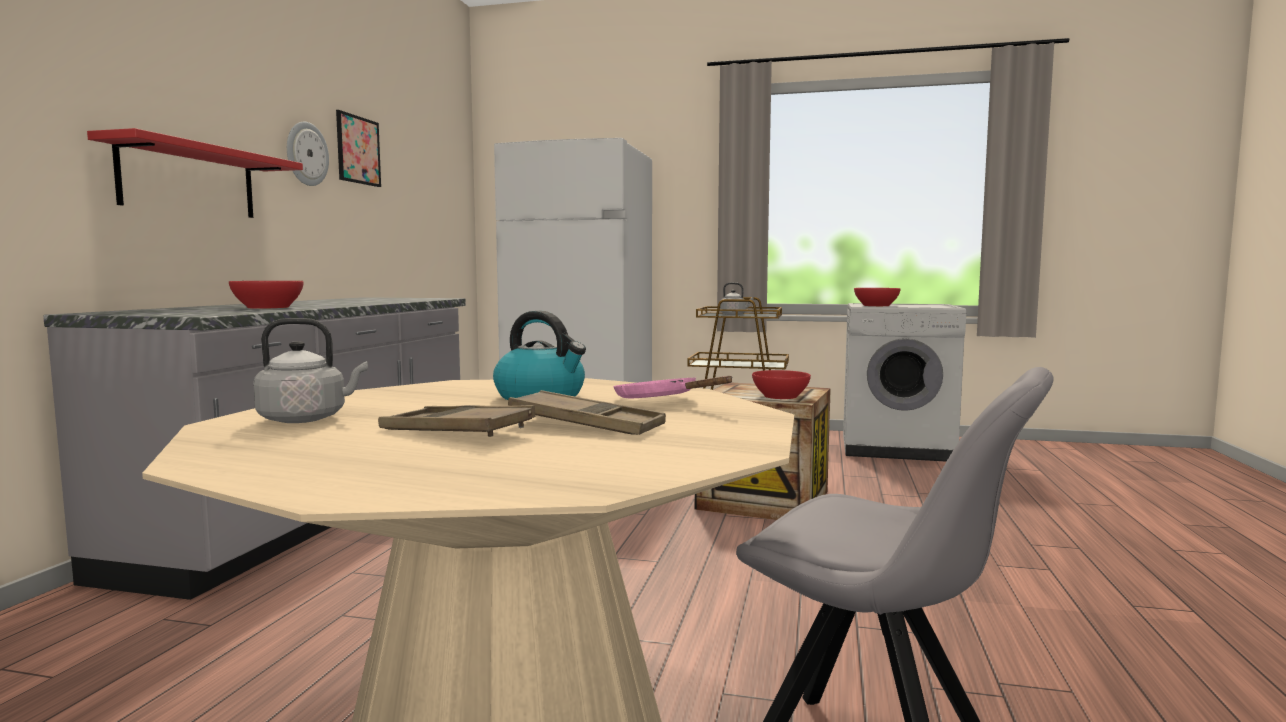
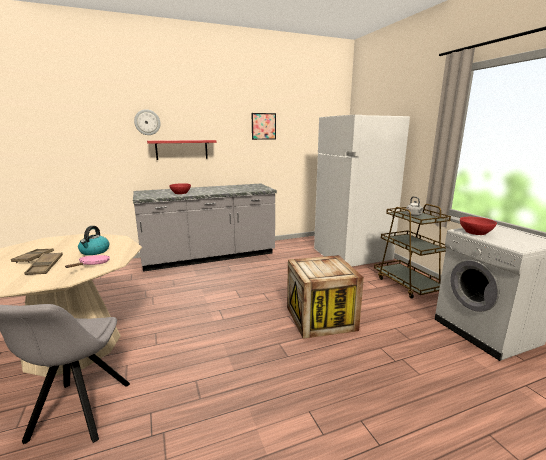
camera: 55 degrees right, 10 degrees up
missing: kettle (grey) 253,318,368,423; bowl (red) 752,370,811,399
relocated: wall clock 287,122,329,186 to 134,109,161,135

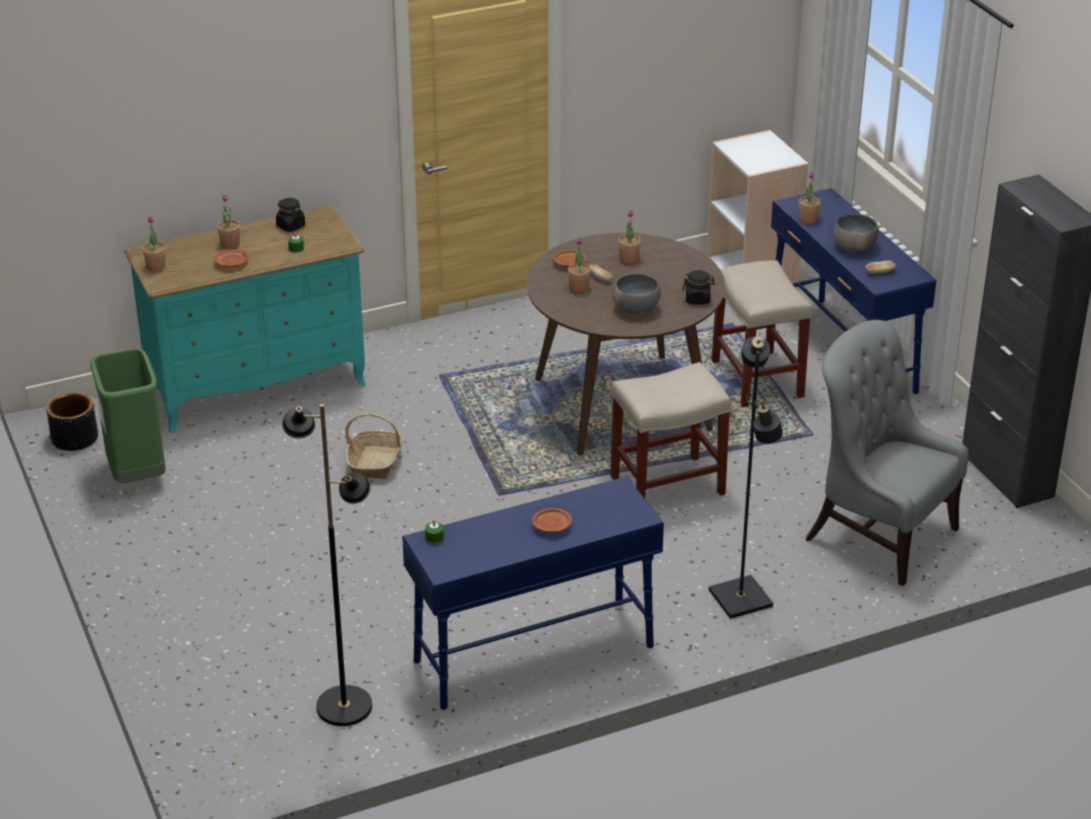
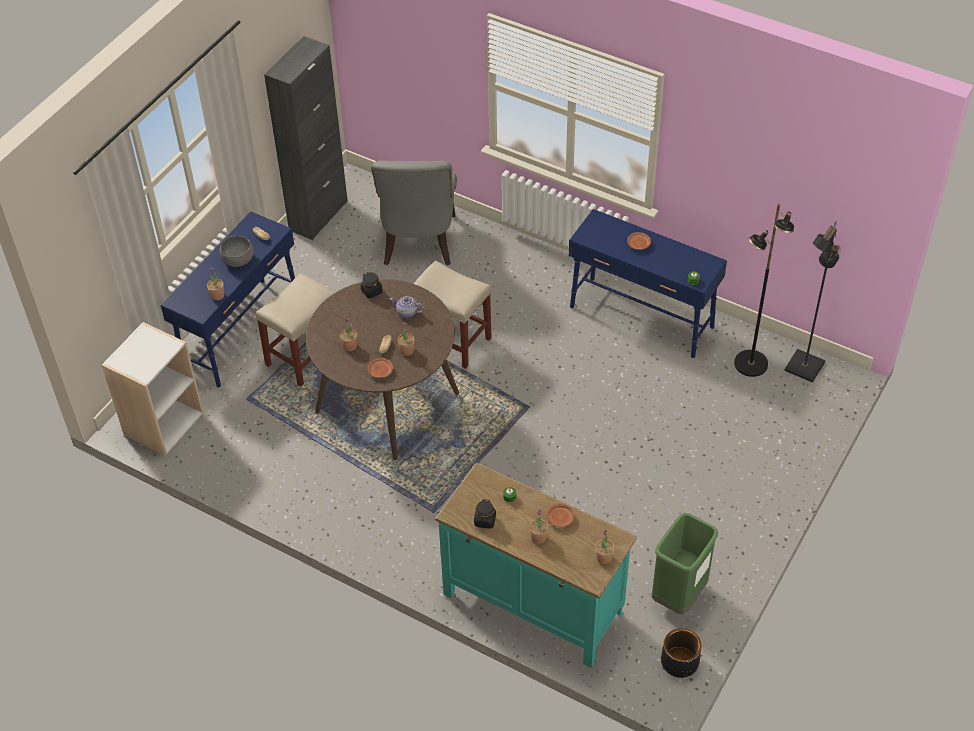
camera: 125 degrees left, 15 degrees up
missing: basket 345,413,403,479
relocated: floor lamp (black) 709,336,783,619 to 784,221,840,383
exchanged: bowl (grey) 612,273,661,315 to teapot 390,296,424,318

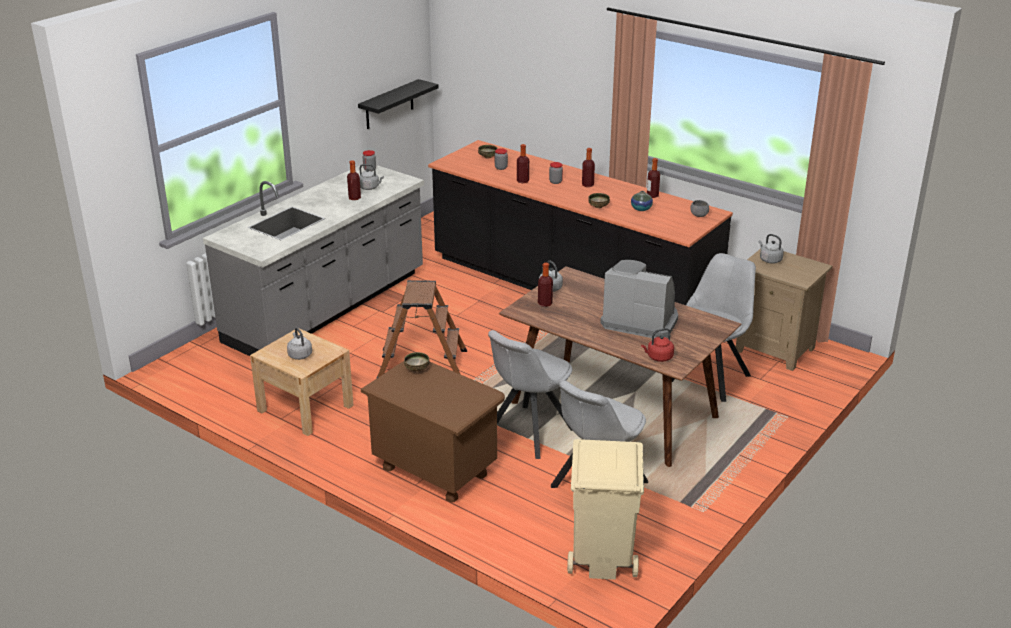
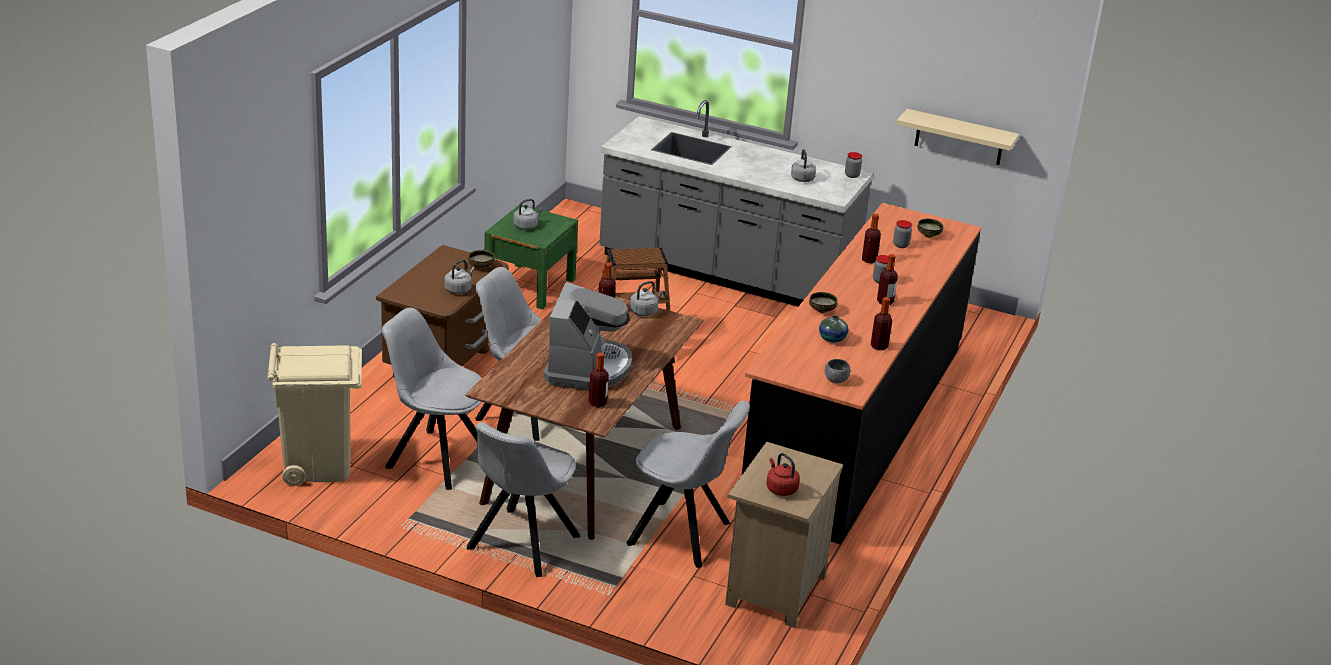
camera: 75 degrees right, 0 degrees up
appeared: chair (grey) 466,422,580,577
relocated: bottle 347,160,361,200 to 589,352,609,407; kettle (red) 641,328,674,362 to 766,453,800,496; kettle (grey) 759,234,784,264 to 444,259,475,294
colour: nightstand (beige) 250,328,354,436 to nightstand (green) 484,204,578,309; shelf (black) 358,79,438,129 to shelf (beige) 896,109,1019,165

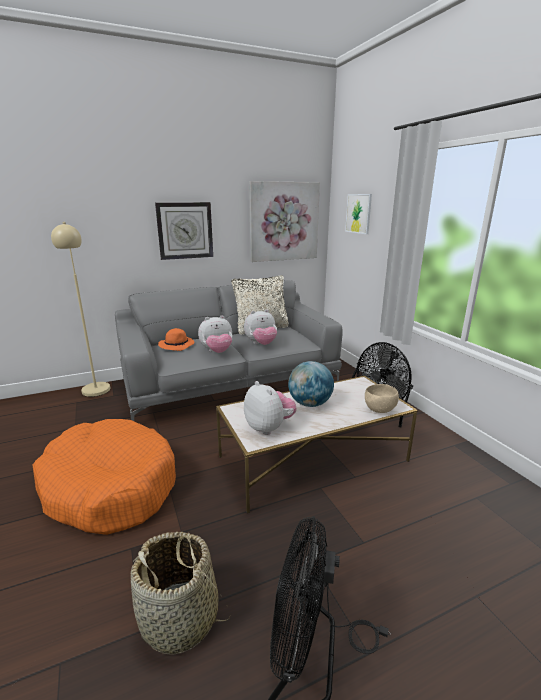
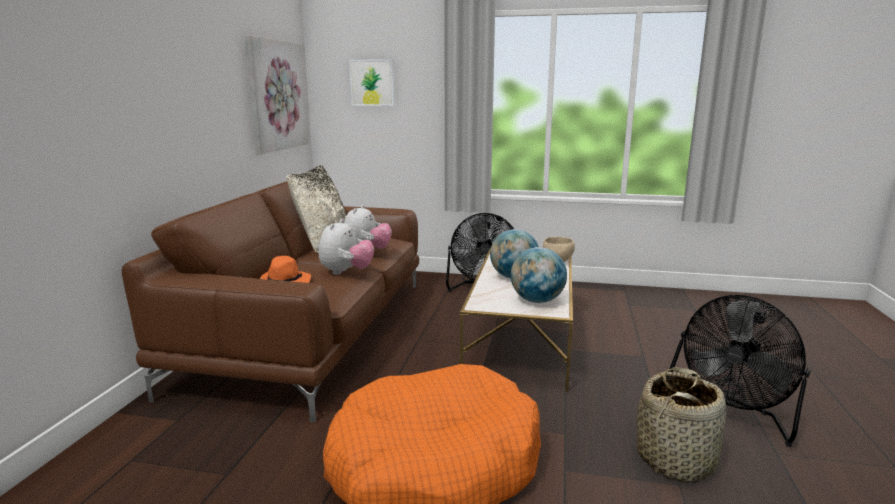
camera: 55 degrees left, 5 degrees down
missing: floor lamp (beige) 51,221,110,397; wall clock 155,202,213,260
exchanged: plush toy 244,381,296,435 to globe 511,247,567,303
colour: sofa (grey) 115,280,343,421 to sofa (brown) 122,181,419,422

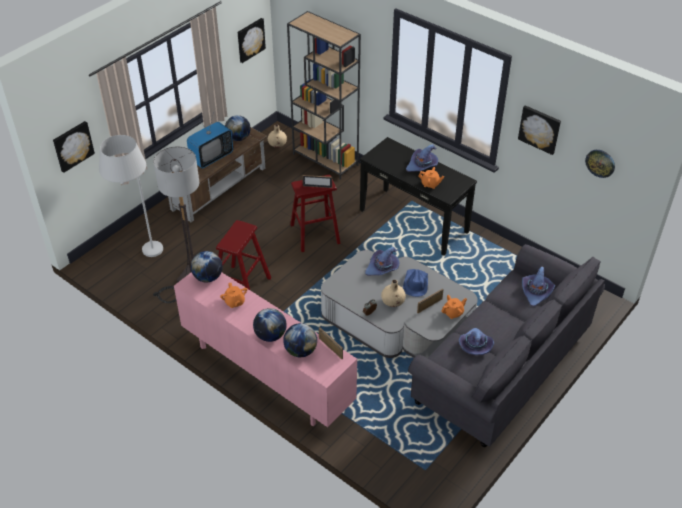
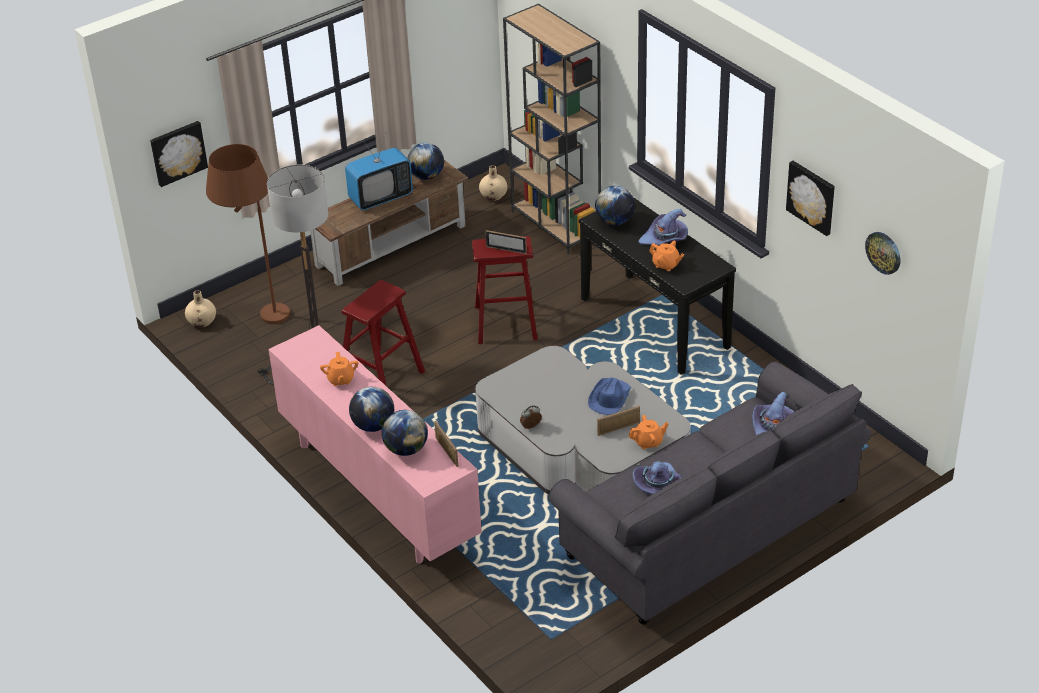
camera: 15 degrees right, 5 degrees down
missing: picture 238,18,266,63; hat (purple) 365,247,399,275
relocated: globe 191,251,223,282 to 595,186,635,225; vase (beige) 381,280,406,307 to 185,290,216,327
colour: floor lamp (white) 99,135,163,257 to floor lamp (brown) 206,144,290,324

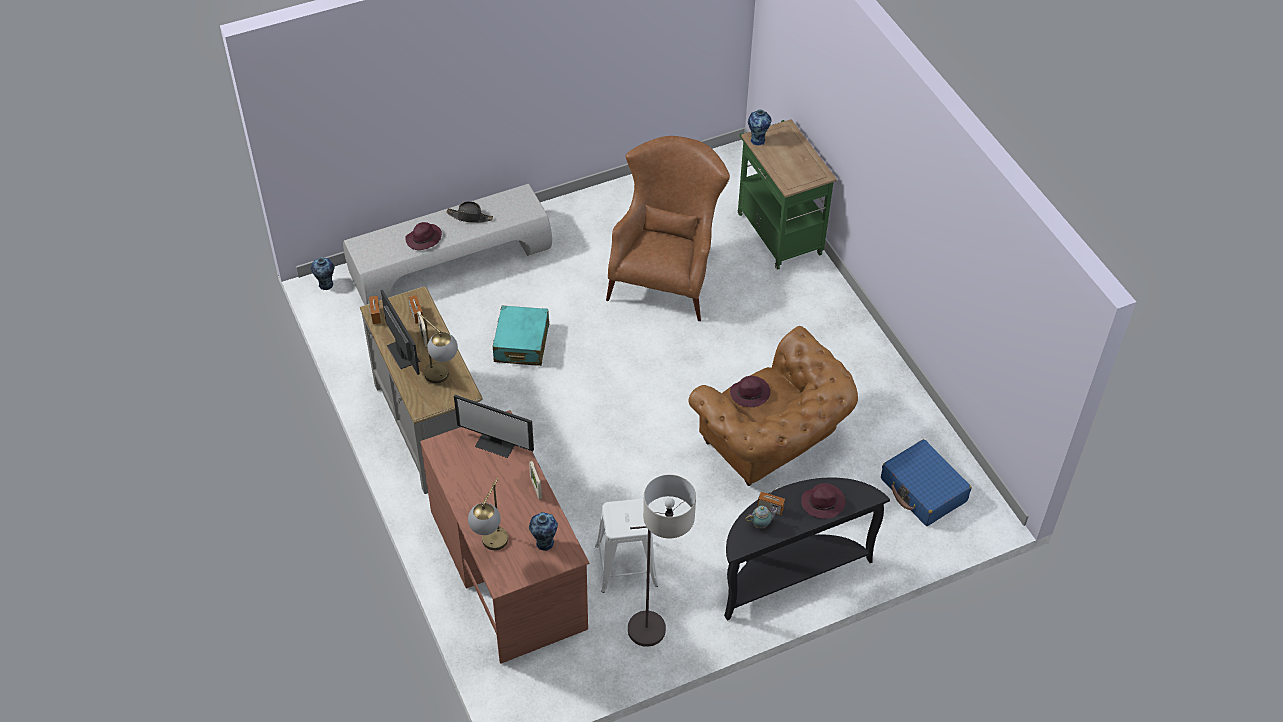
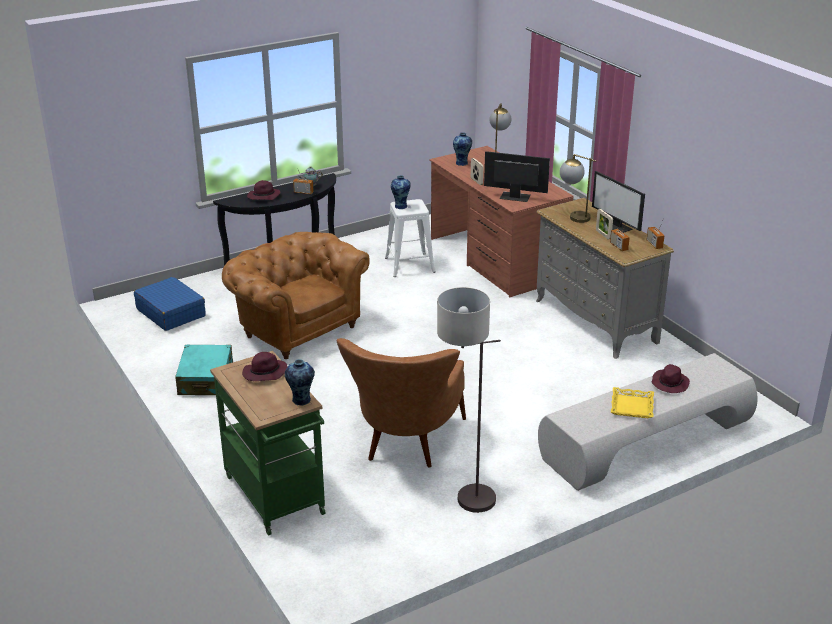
camera: 175 degrees right, 20 degrees down
relocated: vase 311,257,334,290 to 391,175,411,209; suitcase (turquoise) 493,306,549,366 to 175,345,233,395; floor lamp (grey) 628,475,696,647 to 437,287,501,513; hat (purple) 730,376,771,407 to 242,352,288,381
exchanged: hat (black) 446,201,493,223 to tray (yellow) 611,387,654,418

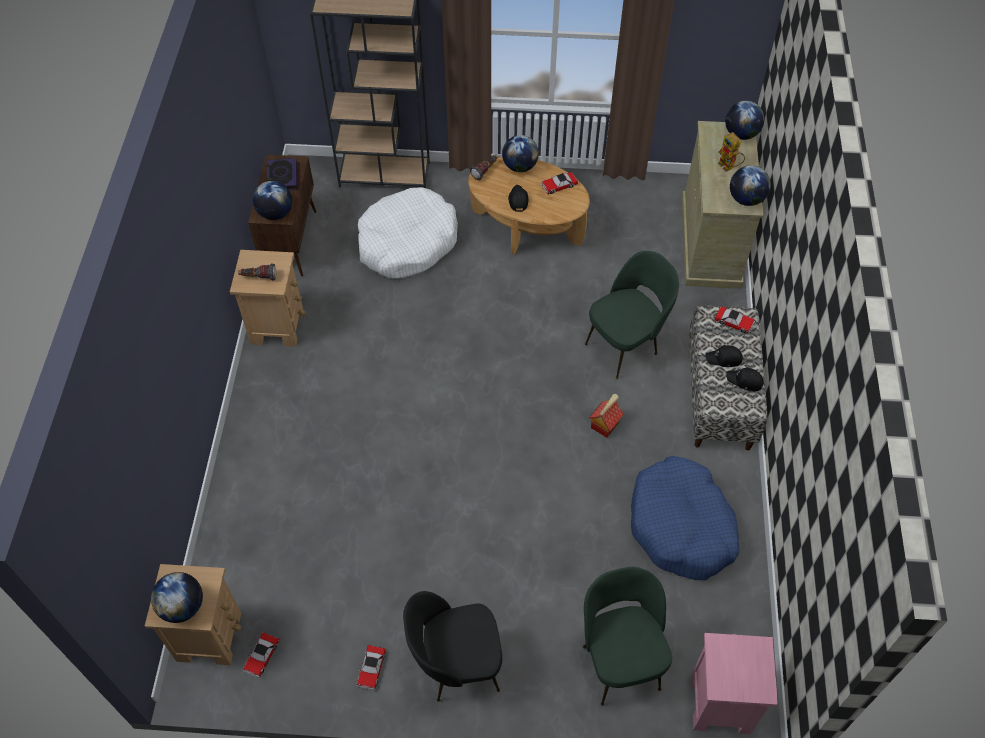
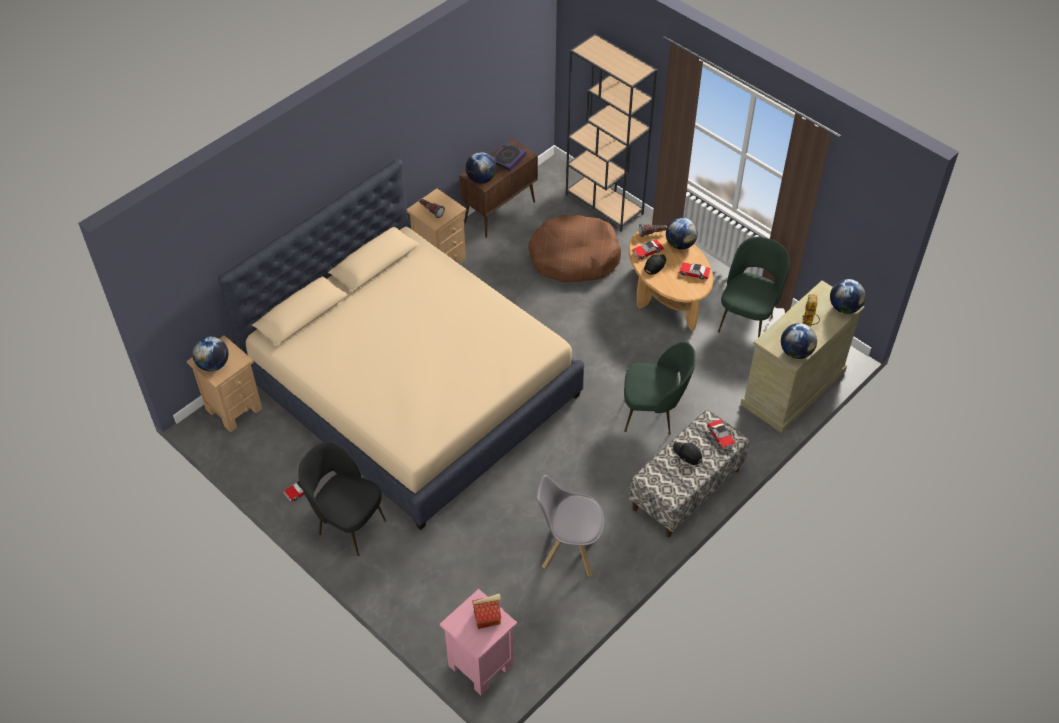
camera: 40 degrees right, 5 degrees down
missing: cap (black) 726,367,764,392
appeared: bed (beige) 218,159,584,530
relocated: toy car 243,632,279,678 to 632,239,663,259; chair (green) 583,567,672,706 to 718,237,790,337; toy house 589,394,624,438 to 472,594,501,629
exchanged: dog bed (blue) 631,456,739,580 to chair (grey) 536,475,604,577
colour: dog bed (white) 358,187,458,279 to dog bed (brown) 528,215,621,282

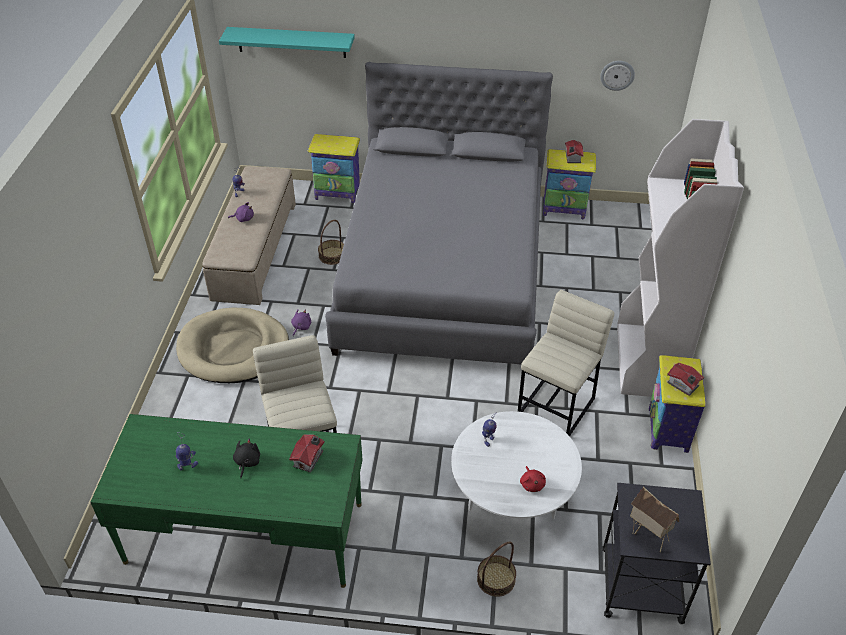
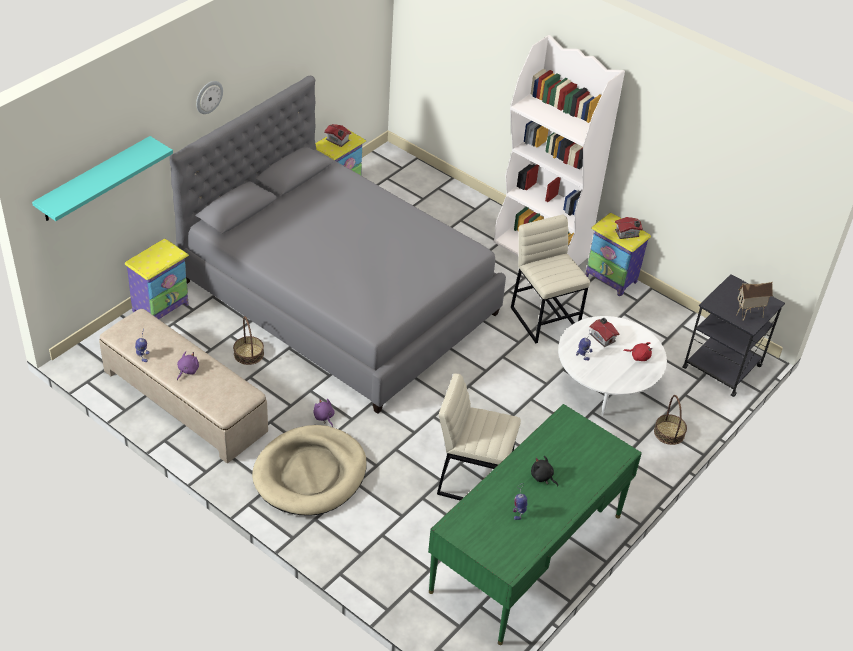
camera: 60 degrees left, 0 degrees up
relocated: toy house 289,434,325,473 to 590,318,619,347; wall clock 600,61,635,91 to 196,81,223,114

